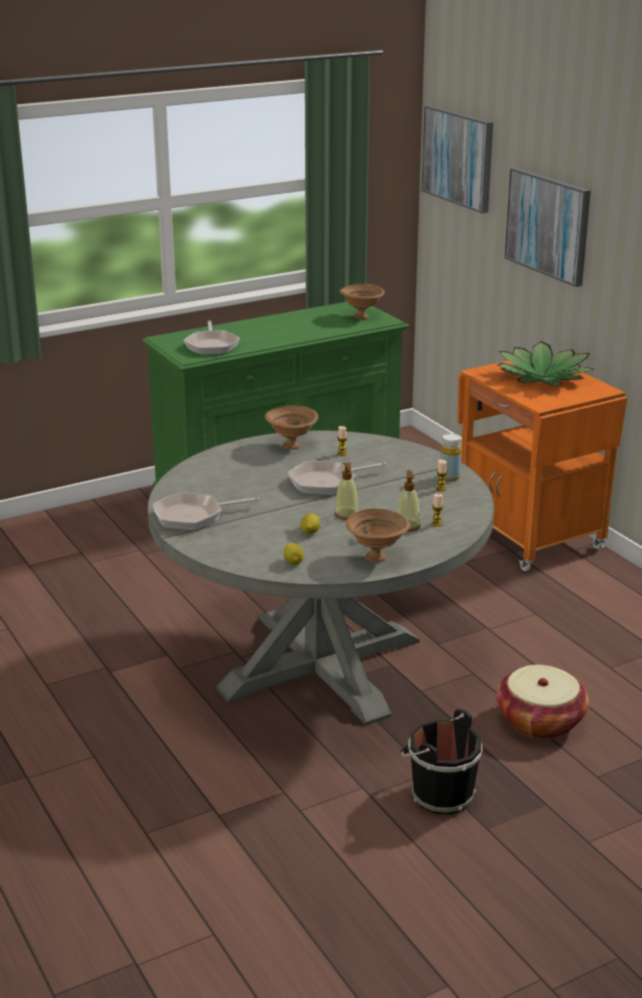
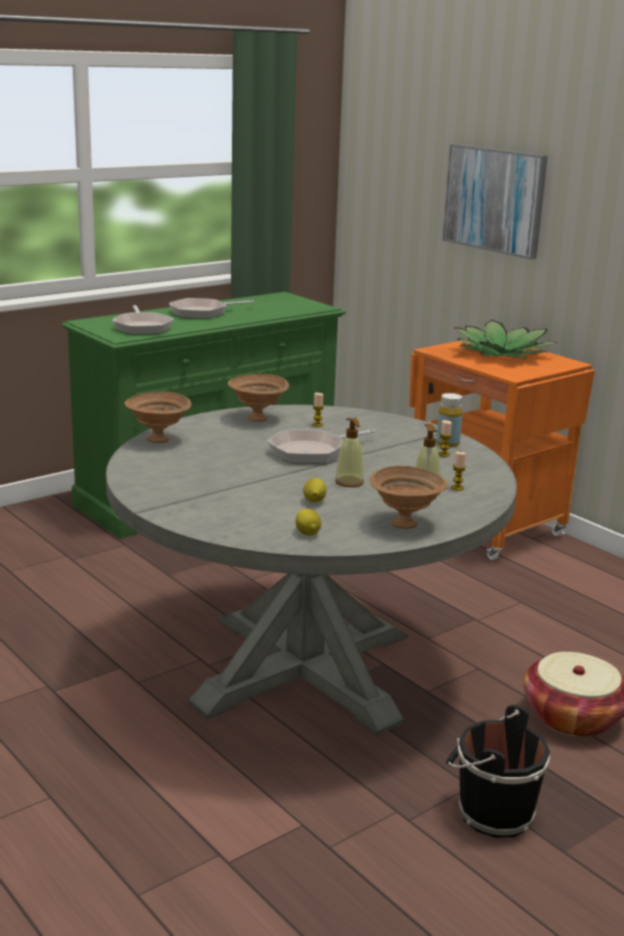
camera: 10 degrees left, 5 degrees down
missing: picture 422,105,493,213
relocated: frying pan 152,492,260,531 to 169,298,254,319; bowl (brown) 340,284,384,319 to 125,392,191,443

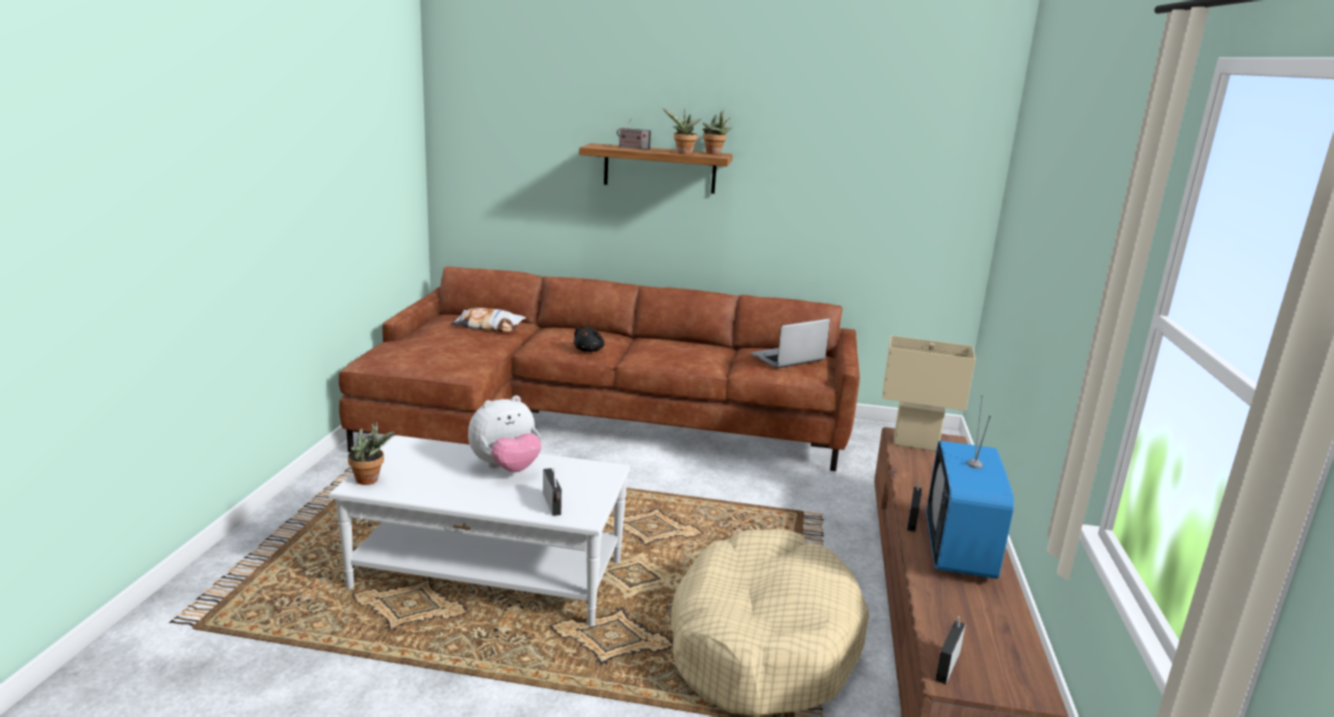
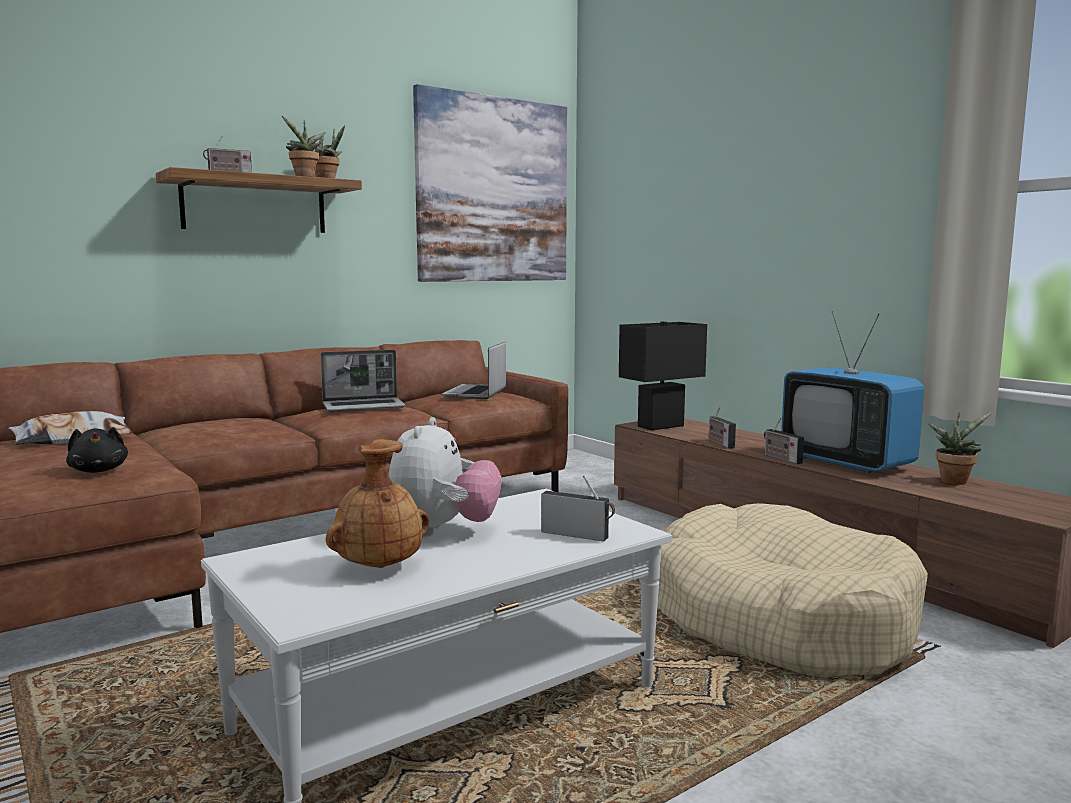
camera: 45 degrees left, 10 degrees down
appeared: laptop 321,350,406,412; vase (brown) 326,439,429,568; picture 413,84,567,282
relocated: potted plant 348,422,395,485 to 928,412,992,485; plush toy (black) 574,326,605,352 to 66,427,128,473; radio 935,616,966,684 to 709,406,736,449
colour: table lamp (beige) 882,336,975,451 to table lamp (black) 619,321,707,430

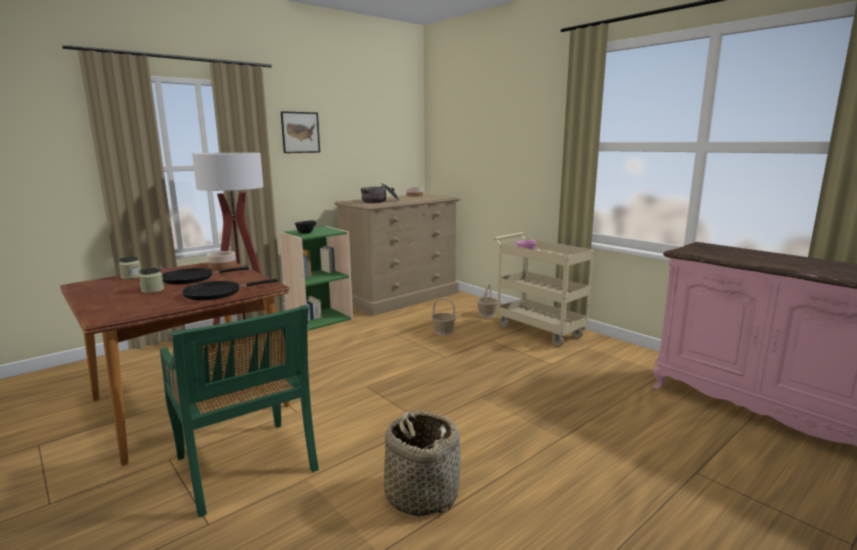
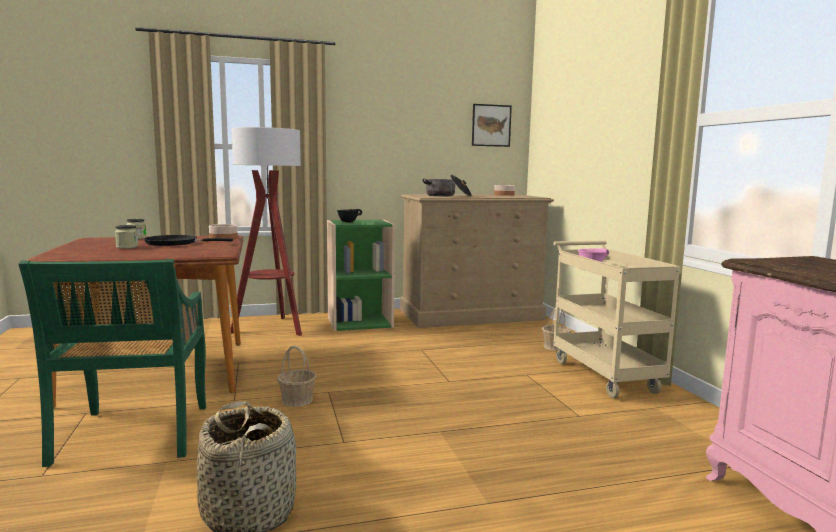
camera: 25 degrees right, 5 degrees down
missing: frying pan (black) 182,279,278,300
relocated: picture 281,111,320,153 to 472,104,512,147; basket 432,298,456,335 to 277,346,316,407

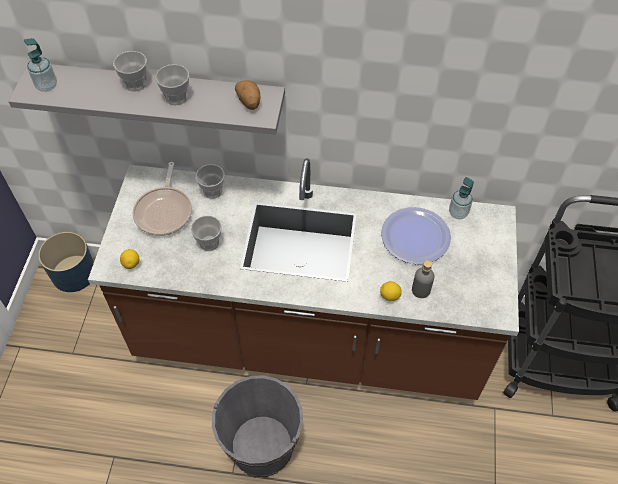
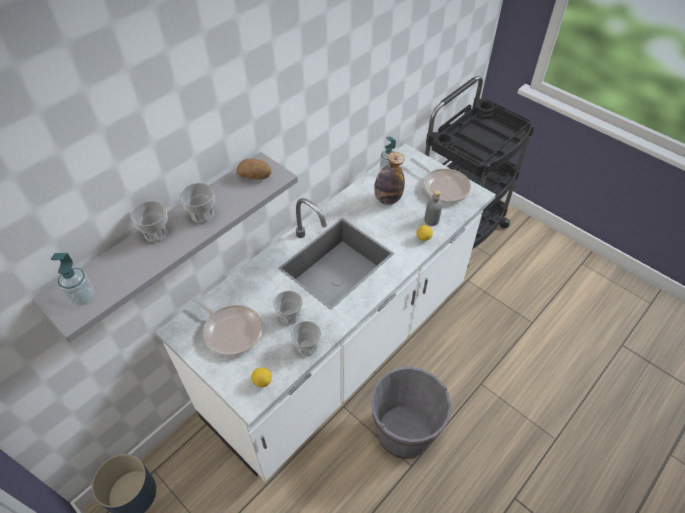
camera: 55 degrees left, 5 degrees down
appeared: frying pan 410,158,471,203
relocated: cup 195,164,225,199 to 291,321,321,356
exchanged: plate 381,207,451,264 to bottle 374,152,405,205
colour: counter (brown) 88,158,519,400 to counter (white) 156,144,496,481

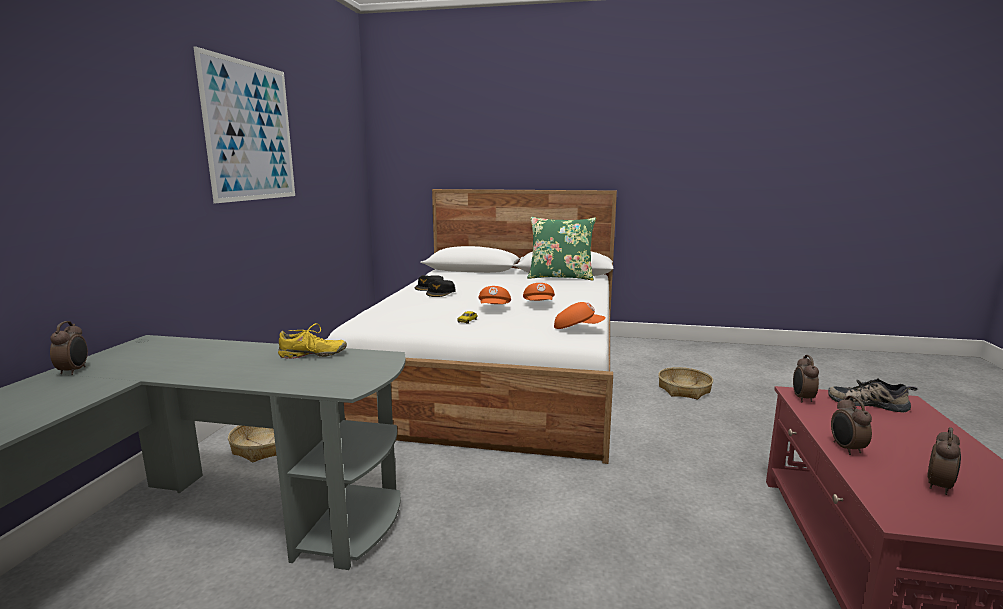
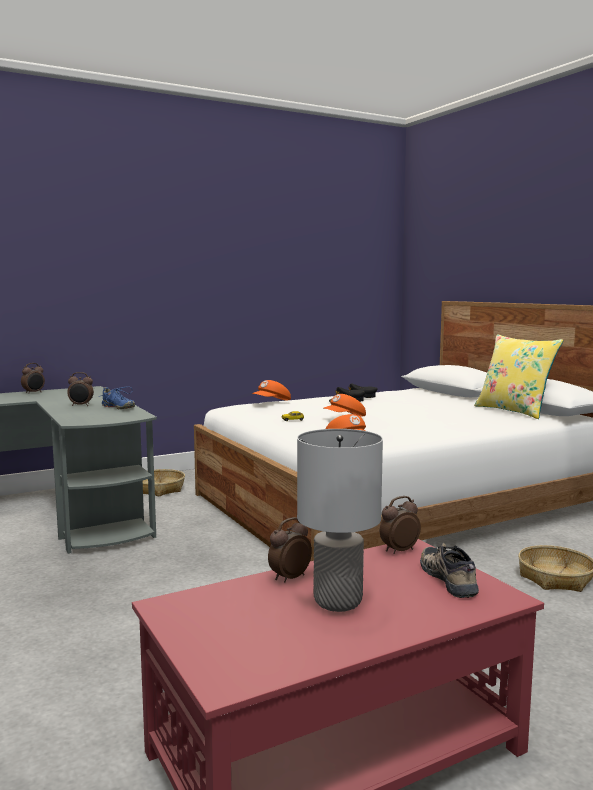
camera: 50 degrees right, 5 degrees down
missing: picture 193,46,295,203
appeared: table lamp (grey) 297,429,383,612
relocated: cap (orange) 523,283,555,301 to 252,380,291,401; alarm clock 927,427,961,495 to 67,372,94,406
colour: shoe (yellow) 278,323,347,359 to shoe (blue) 99,386,135,409; pillow (green) 527,217,596,281 to pillow (yellow) 474,334,564,419

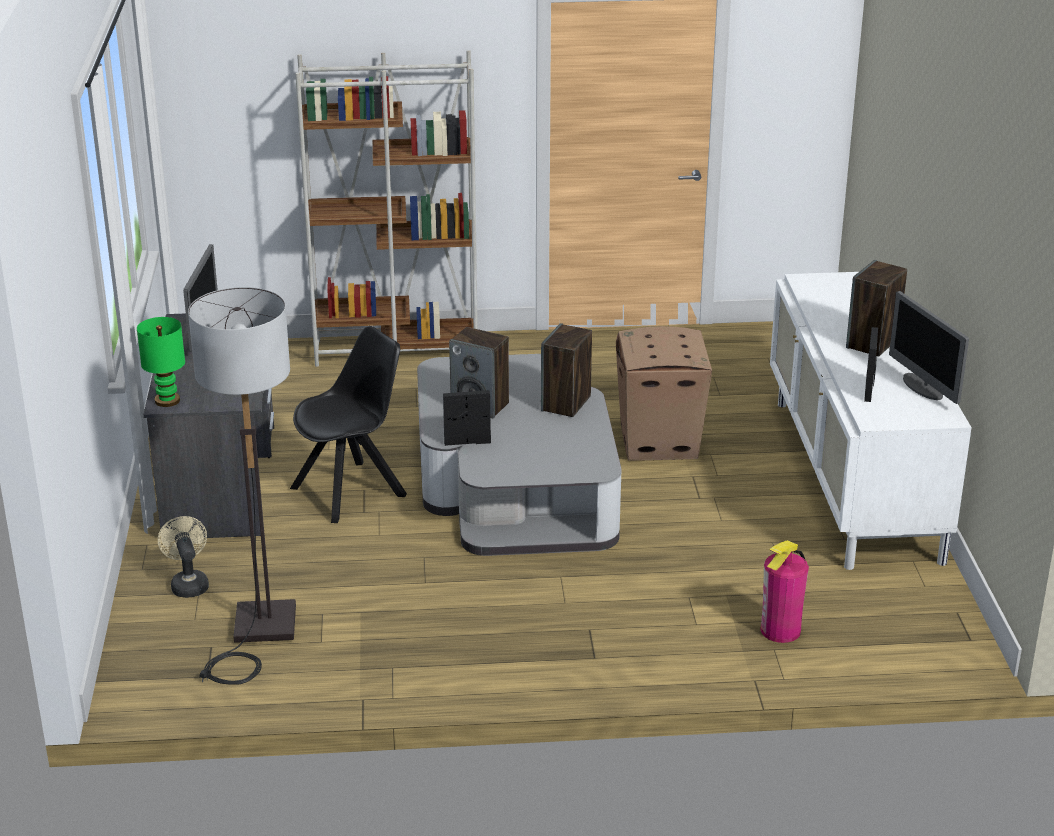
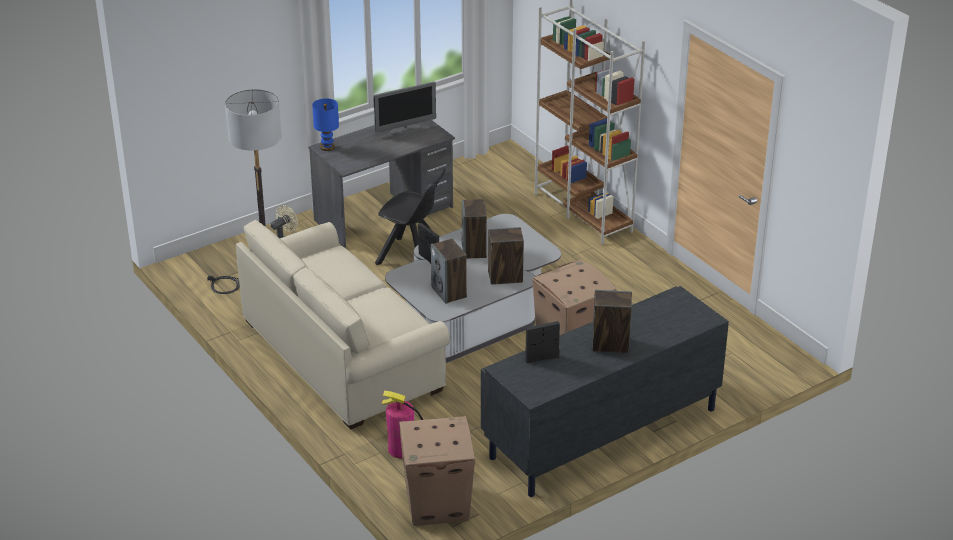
camera: 60 degrees right, 5 degrees up
missing: monitor 889,291,969,404
appeared: sofa (beige) 236,220,450,430; cardboard box 399,416,475,526; speaker 431,239,467,304
colour: table lamp (green) 137,317,185,407 to table lamp (blue) 312,98,339,151; cabinet (white) 770,272,972,570 to cabinet (black) 481,286,729,497

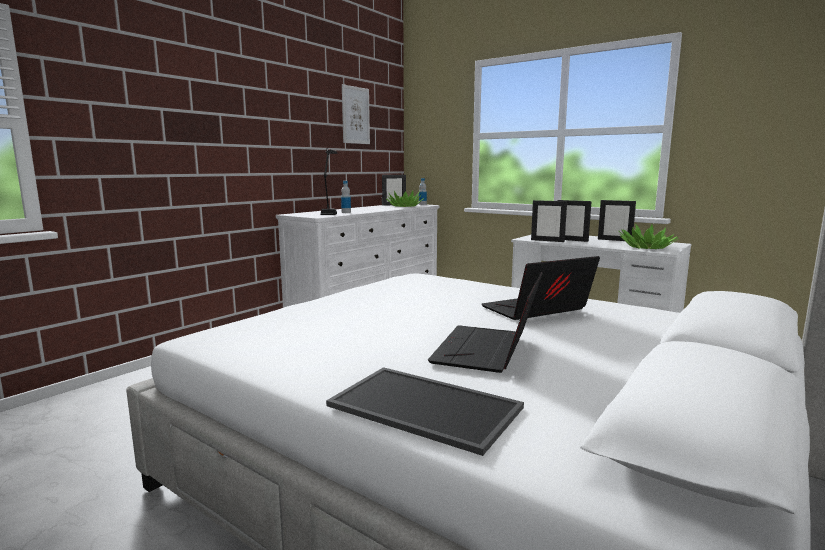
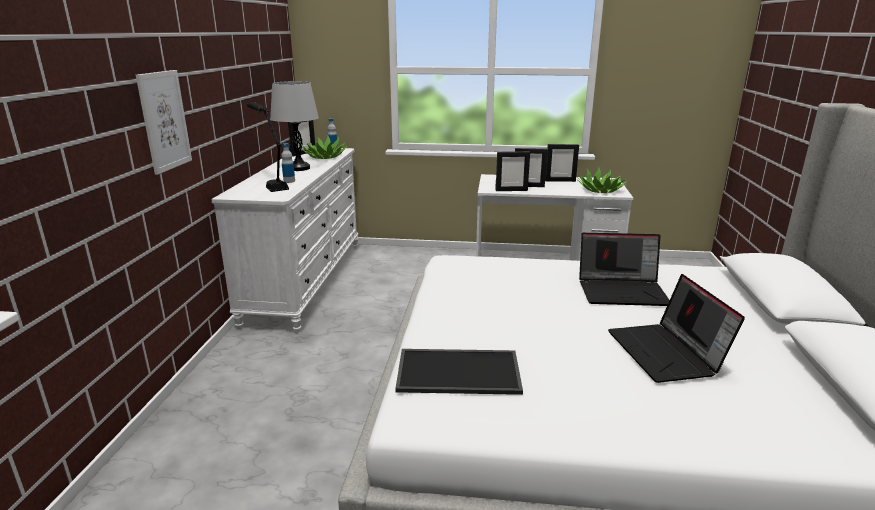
camera: 30 degrees left, 10 degrees up
appeared: table lamp (grey) 270,81,319,171
relocated: tray 326,367,524,456 to 395,349,523,395; picture 342,84,370,144 to 136,70,192,175
spun: laptop 481,256,600,320 = 579,233,670,306 120 degrees counterclockwise

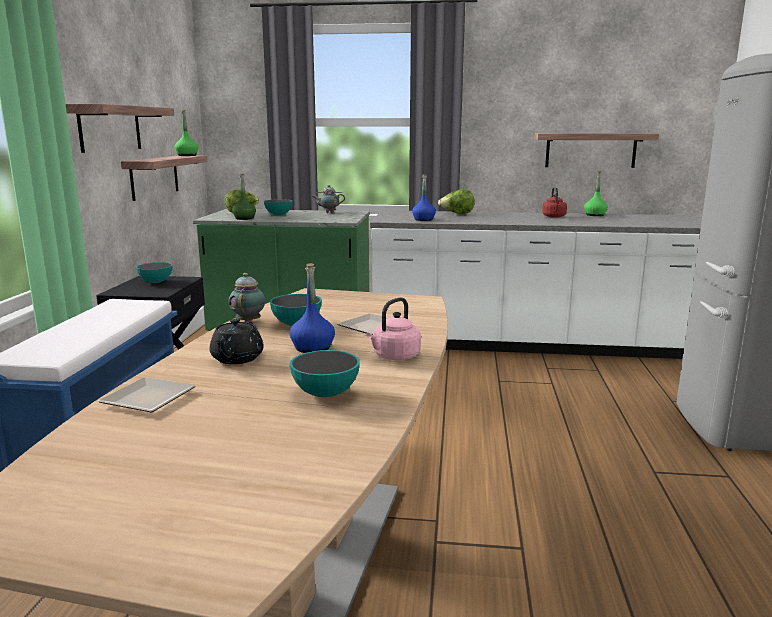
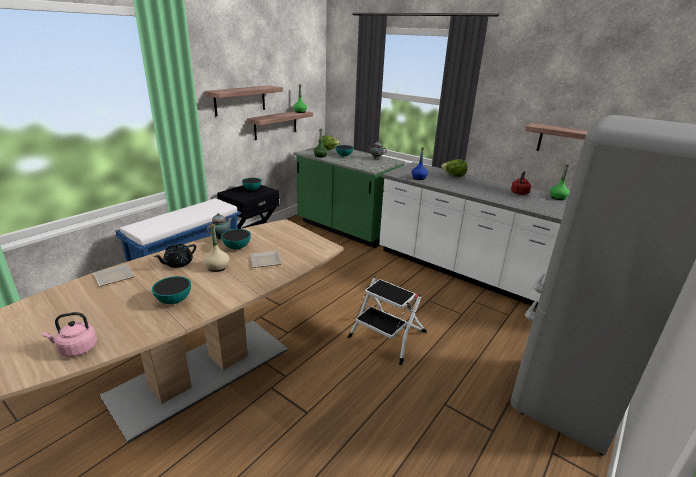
camera: 30 degrees right, 10 degrees up
appeared: step ladder 347,277,427,365
relocated: kettle (pink) 366,297,421,360 to 42,312,97,357
colour: bottle (blue) 290,263,335,353 to bottle (beige) 204,224,230,272

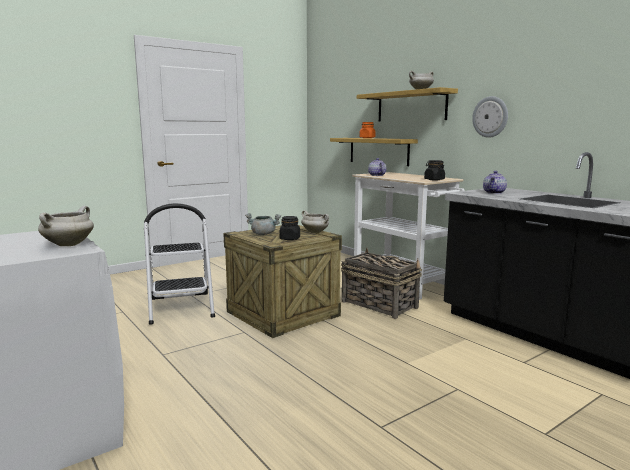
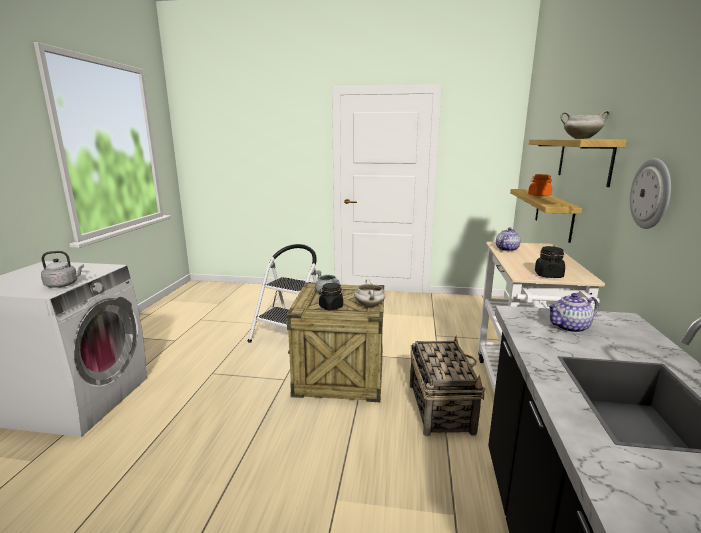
camera: 45 degrees right, 5 degrees up
exchanged: cooking pot (white) 38,206,94,246 to kettle (grey) 41,251,84,288

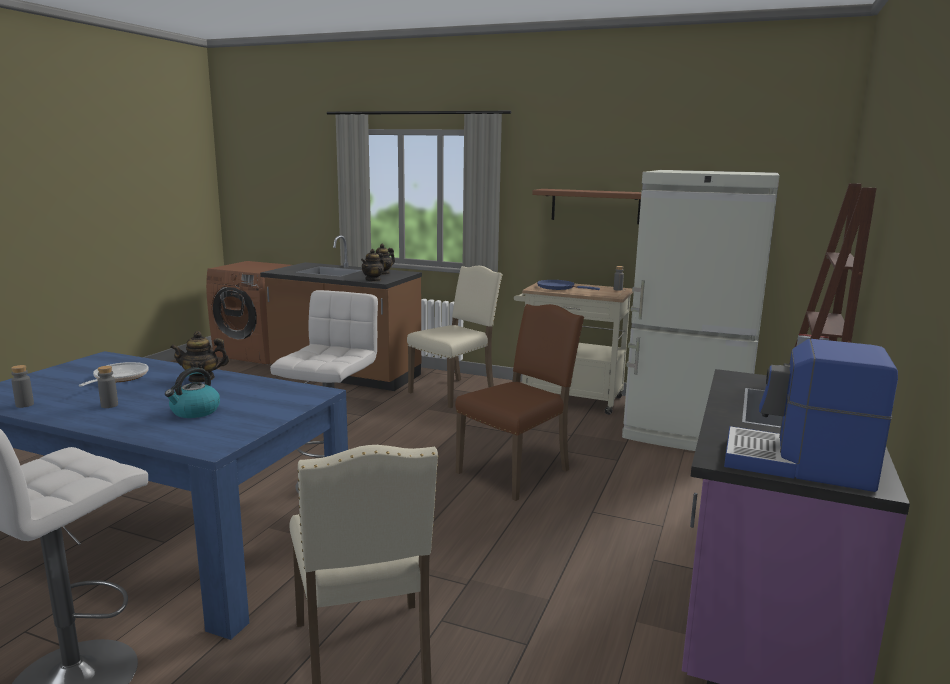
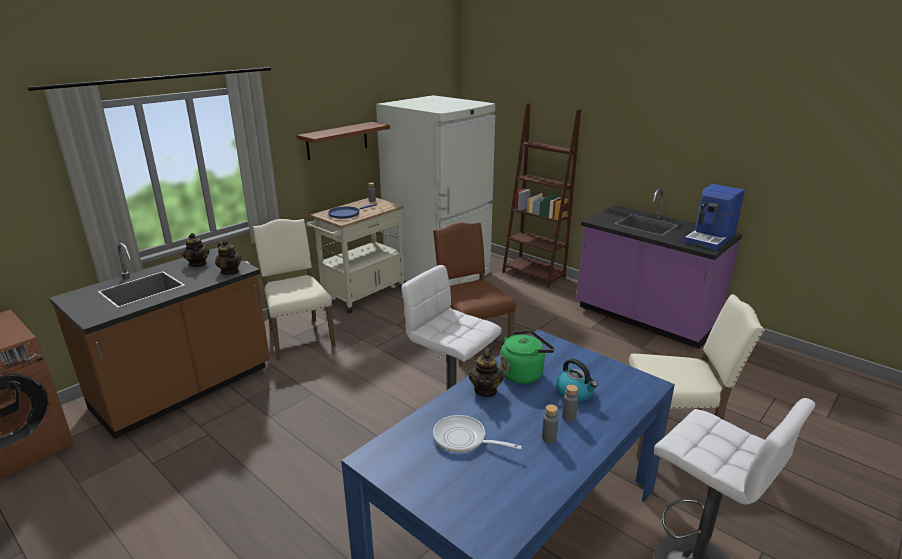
camera: 70 degrees left, 10 degrees up
appeared: kettle (green) 500,330,555,384
relocated: bottle (grey) 11,365,34,408 to 562,385,578,421

